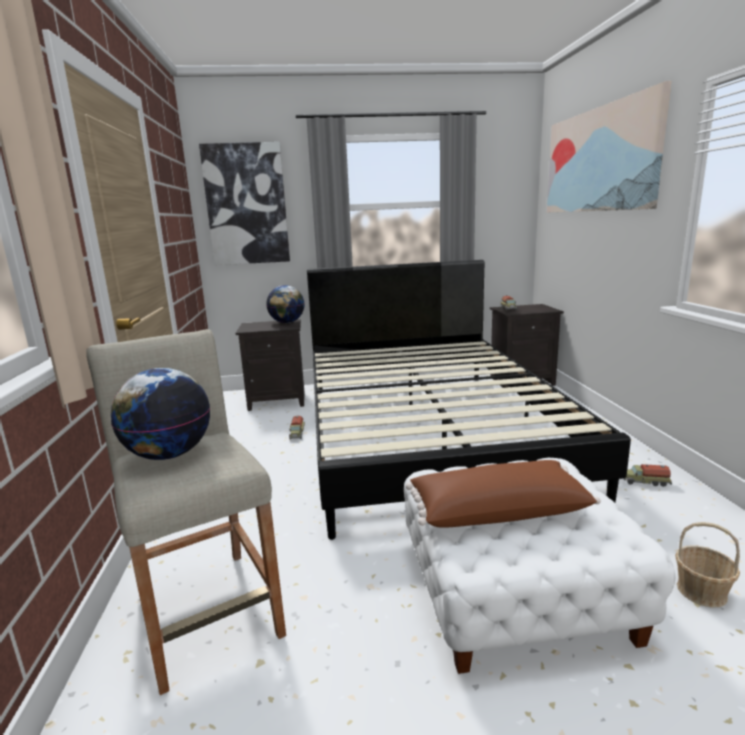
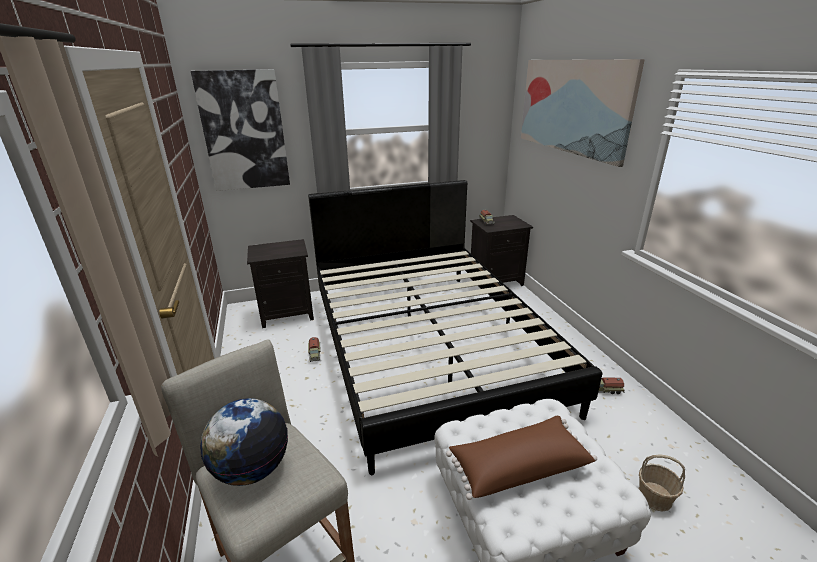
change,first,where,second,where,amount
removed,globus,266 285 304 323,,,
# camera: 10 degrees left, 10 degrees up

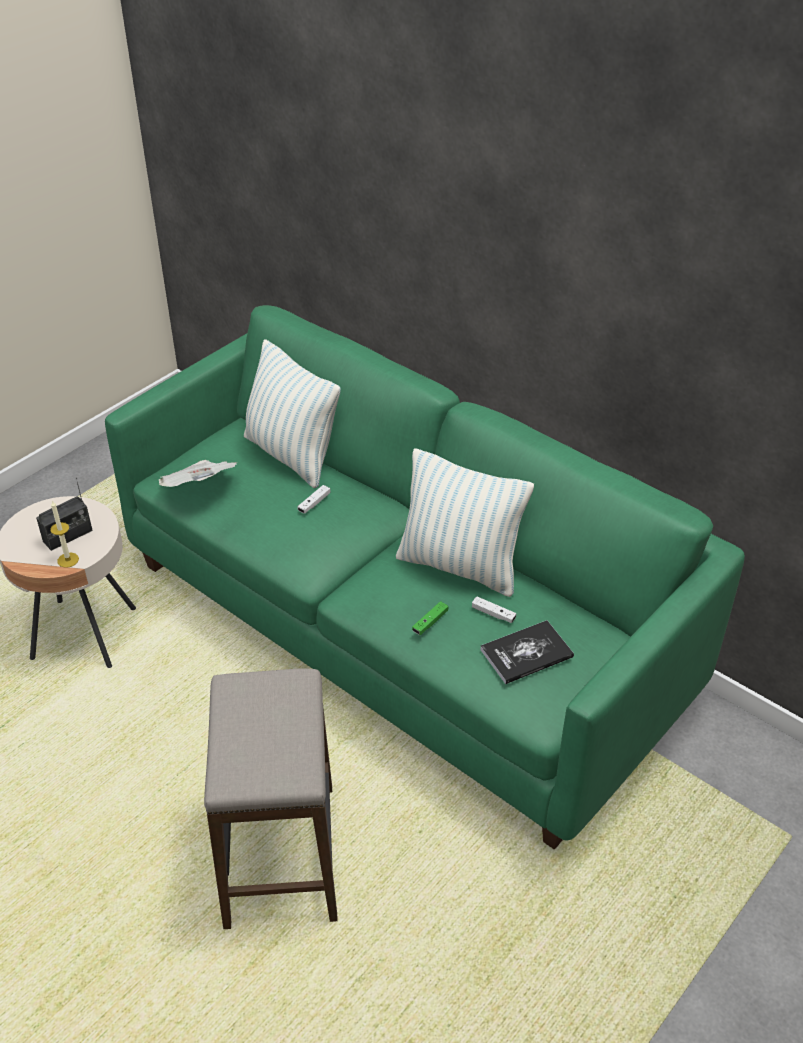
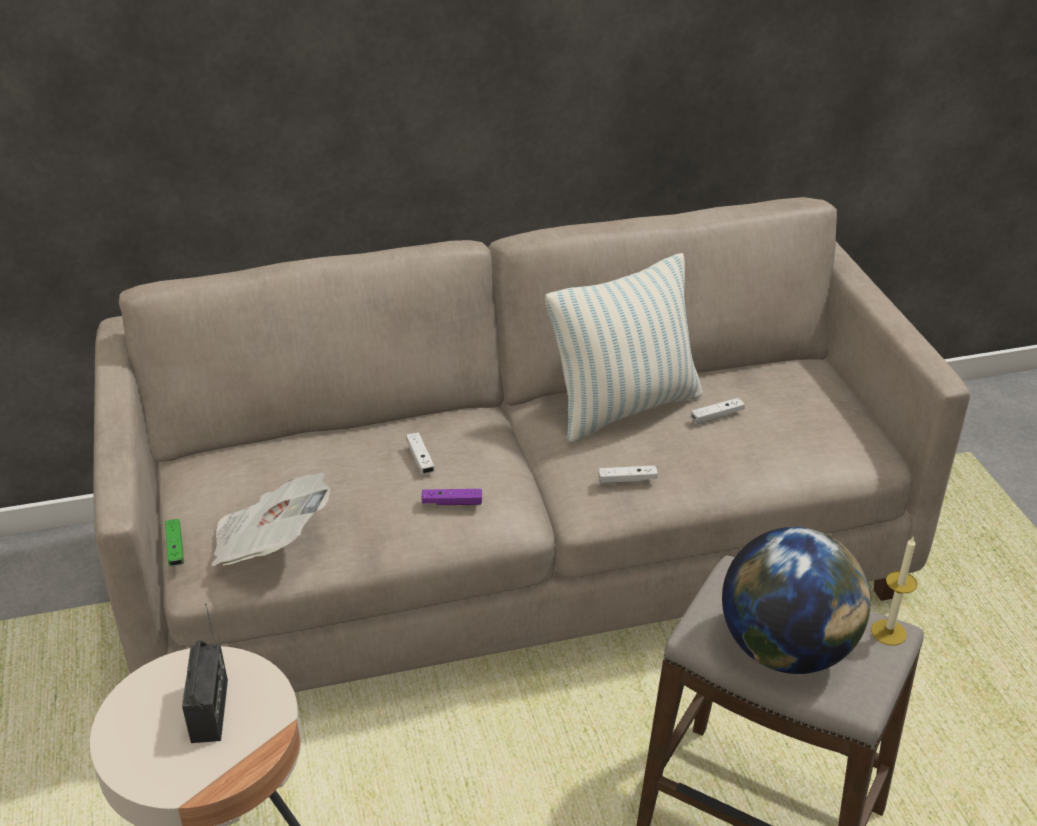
change,first,where,second,where,amount
moved,świeca,50 501 79 568,,871 537 917 646,
recoloured,kanapa/zielony,105 305 745 850,kanapa/beżowy,94 197 970 692,
removed,poduszka,244 339 341 488,,,
moved,pad do gier/zielony,412 601 448 635,,165 519 184 566,
removed,książka,480 620 574 684,,,
added,,,pad do gier/fioletowy,422 489 482 505,
added,,,pad do gier/biały,598 465 658 484,
added,,,globus,722 527 871 674,
# camera: 55 degrees left, 5 degrees down

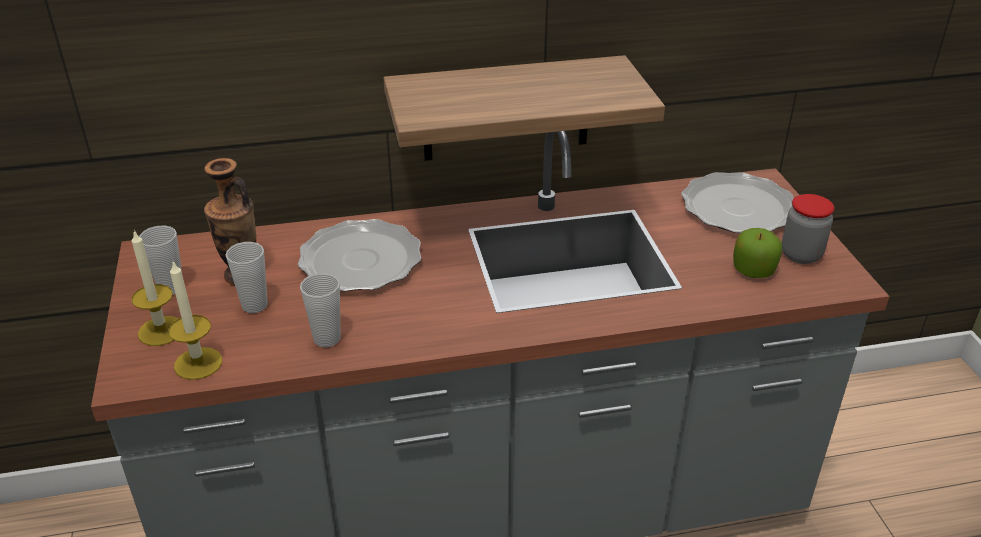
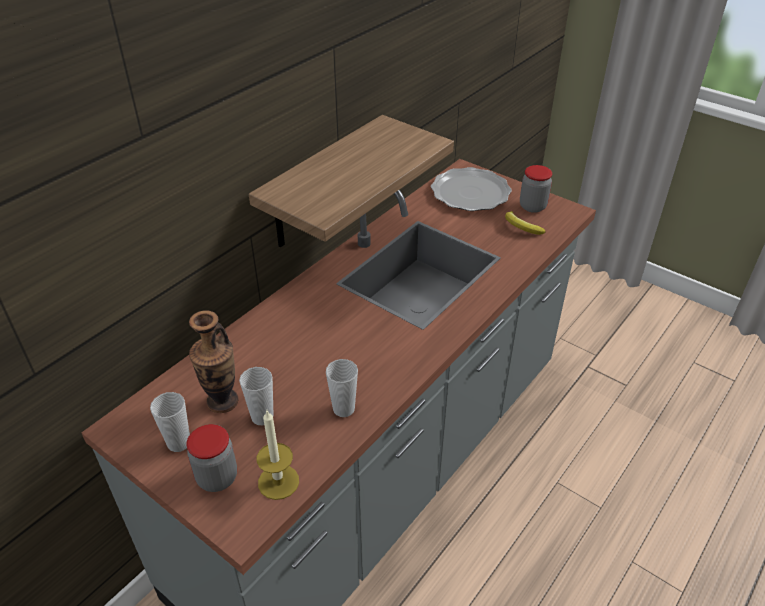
change,first,where,second,where,amount
replaced,świeca,131 230 179 346,słoik,187 424 237 492,
removed,talerz,298 219 421 291,,,
replaced,jabłko,733 228 782 278,banan,505 211 546 235,
# camera: 40 degrees left, 5 degrees up

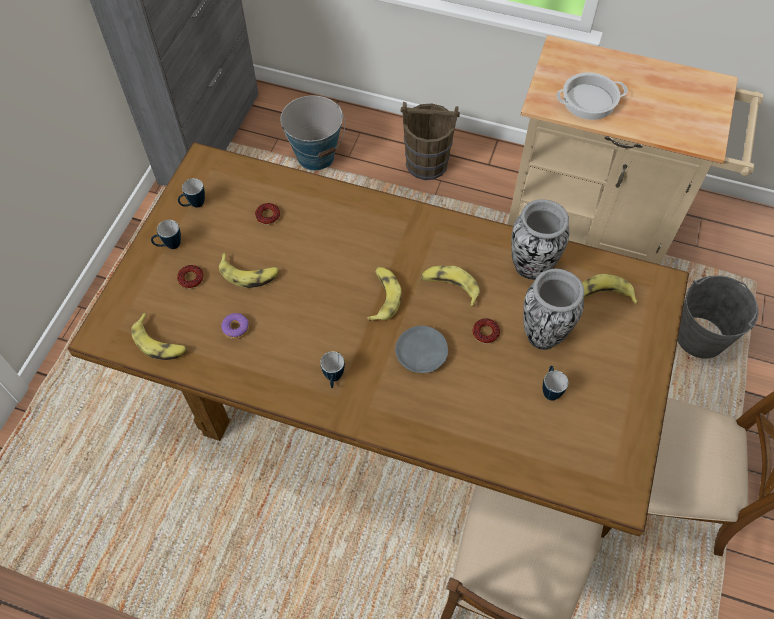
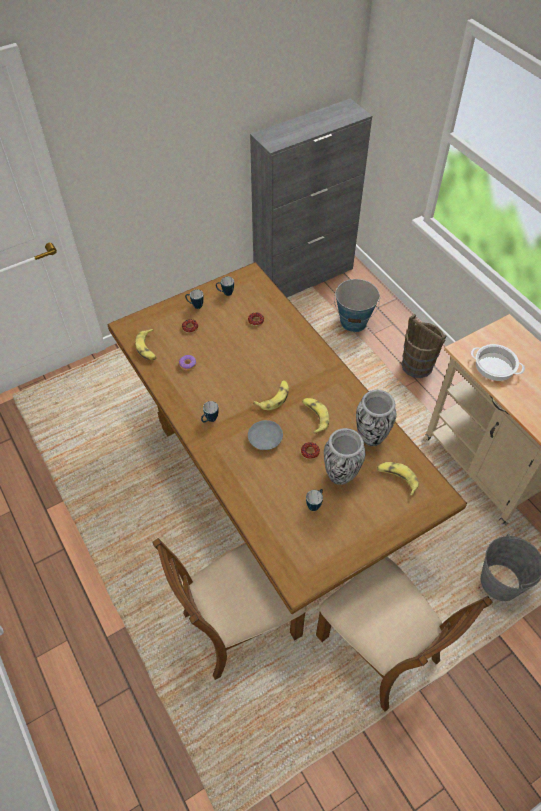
change,first,where,second,where,amount
removed,banan,219 253 279 288,,,
# camera: 40 degrees right, 5 degrees down

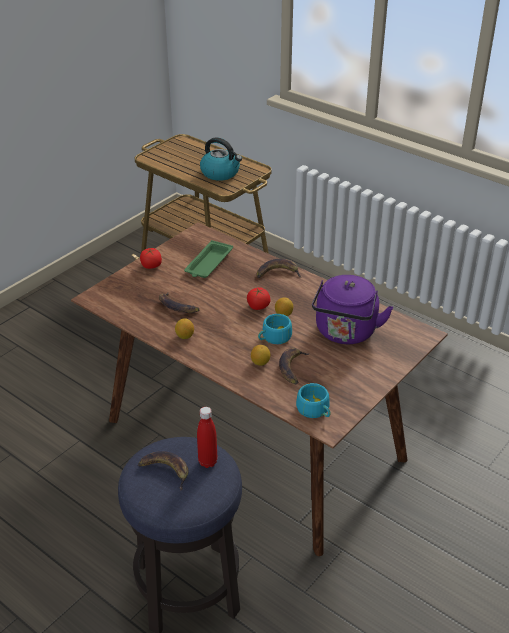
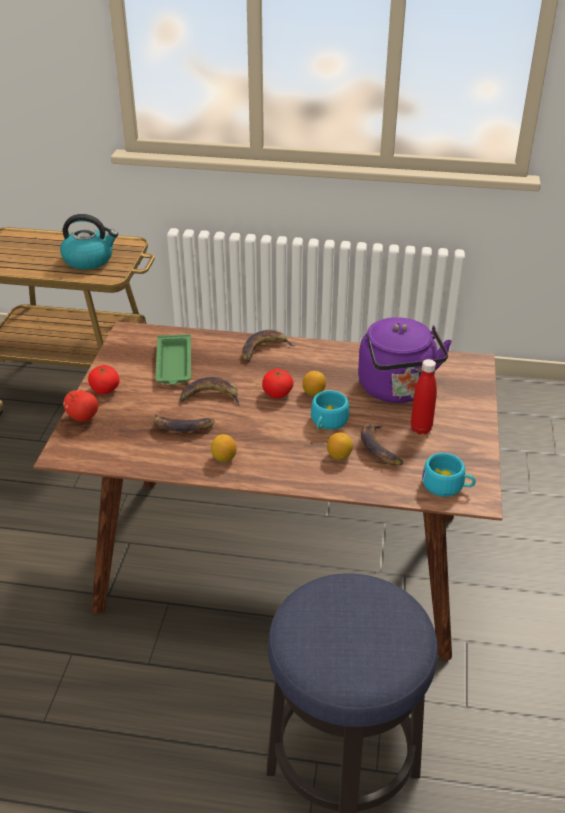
change,first,where,second,where,amount
moved,banan,138 451 189 490,,180 377 240 406,
moved,butelka/czerwony,197 407 217 468,,411 359 437 434,
added,,,jabłko,63 390 98 422,
# camera: 30 degrees left, 0 degrees up

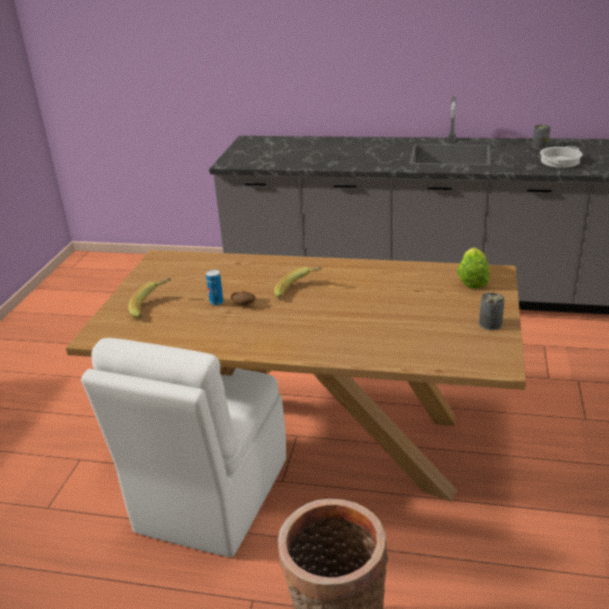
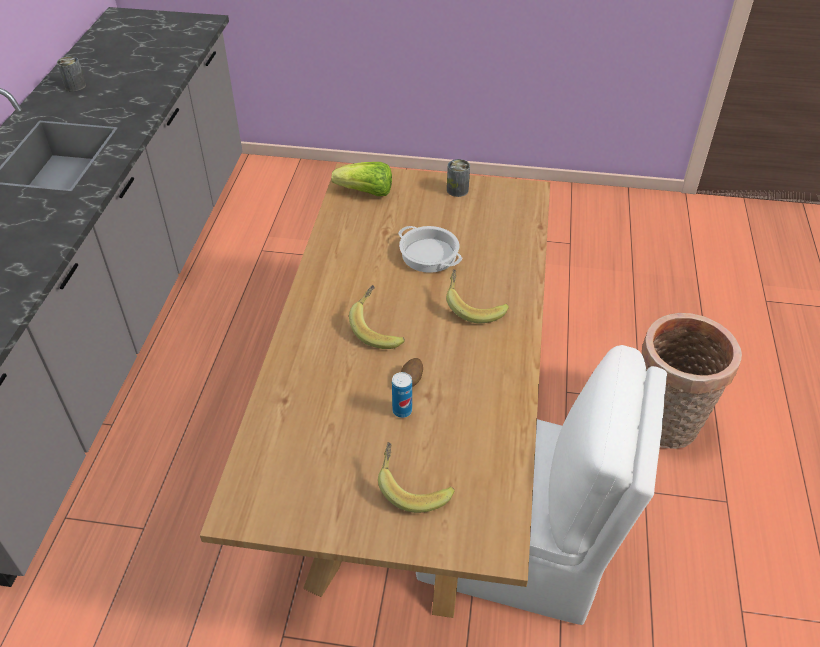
change,first,where,second,where,amount
moved,garnek,540 146 583 168,,398 226 462 273,
added,,,banan,446 269 509 323,
# camera: 95 degrees left, 15 degrees up

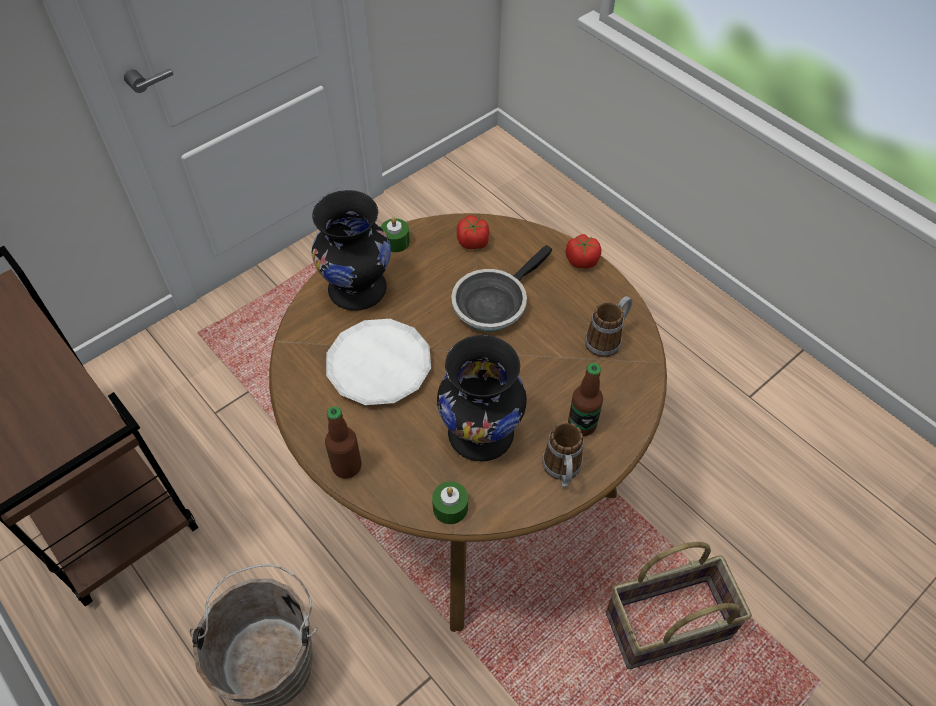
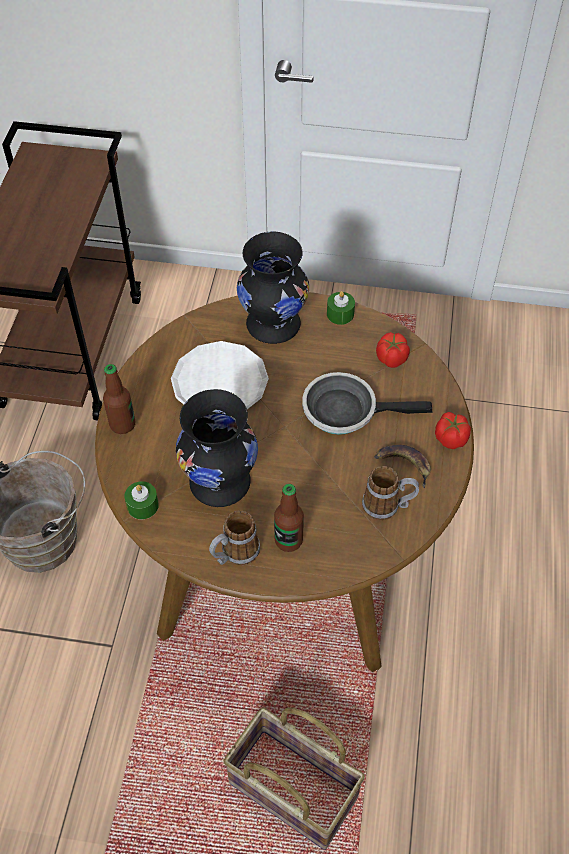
change,first,where,second,where,amount
added,,,banan,374 445 431 488,
# camera: 50 degrees right, 0 degrees up

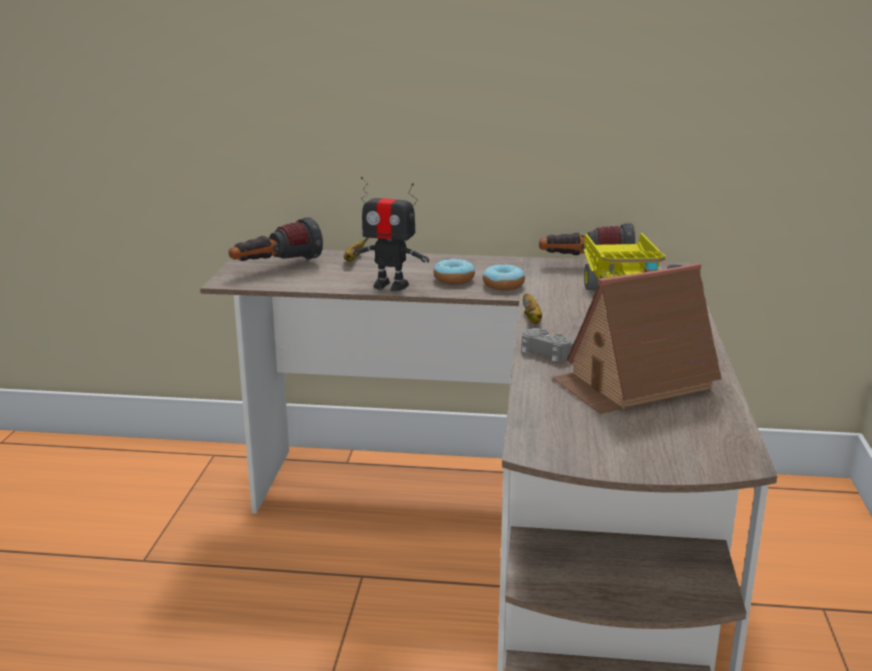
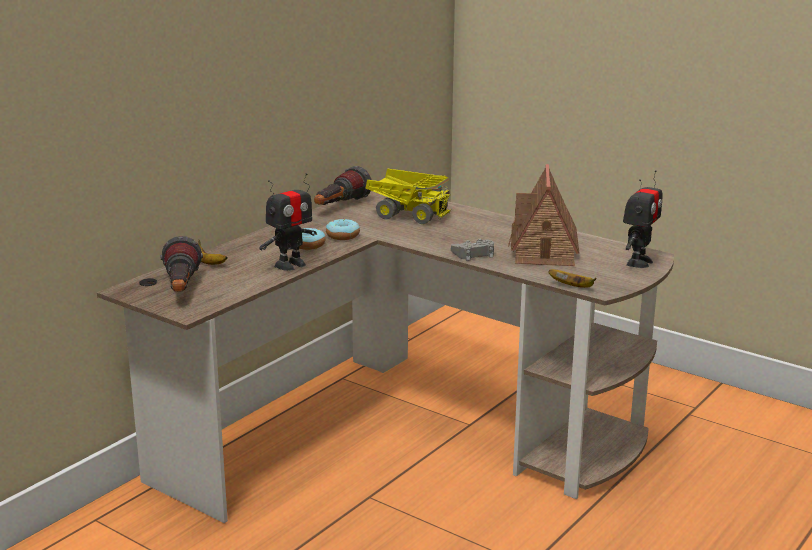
change,first,where,second,where,amount
moved,banan,523 293 542 324,,548 269 596 288,
added,,,robot zabawkowy,623 170 663 268,
# camera: 60 degrees left, 0 degrees up

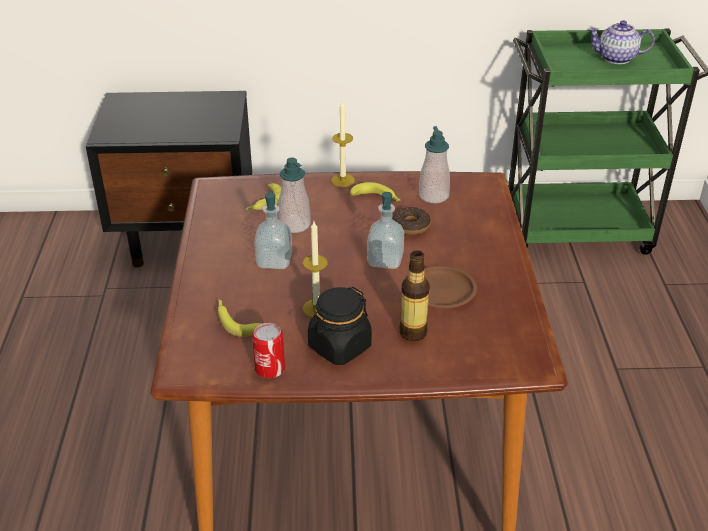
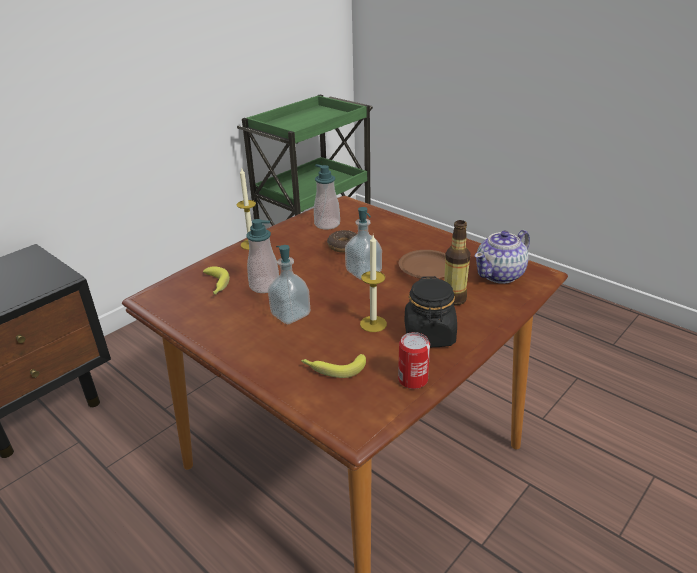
change,first,where,second,where,amount
removed,banan,350 182 400 202,,,
moved,imbryk,587 20 655 64,,475 230 530 284,
# camera: 45 degrees left, 5 degrees down

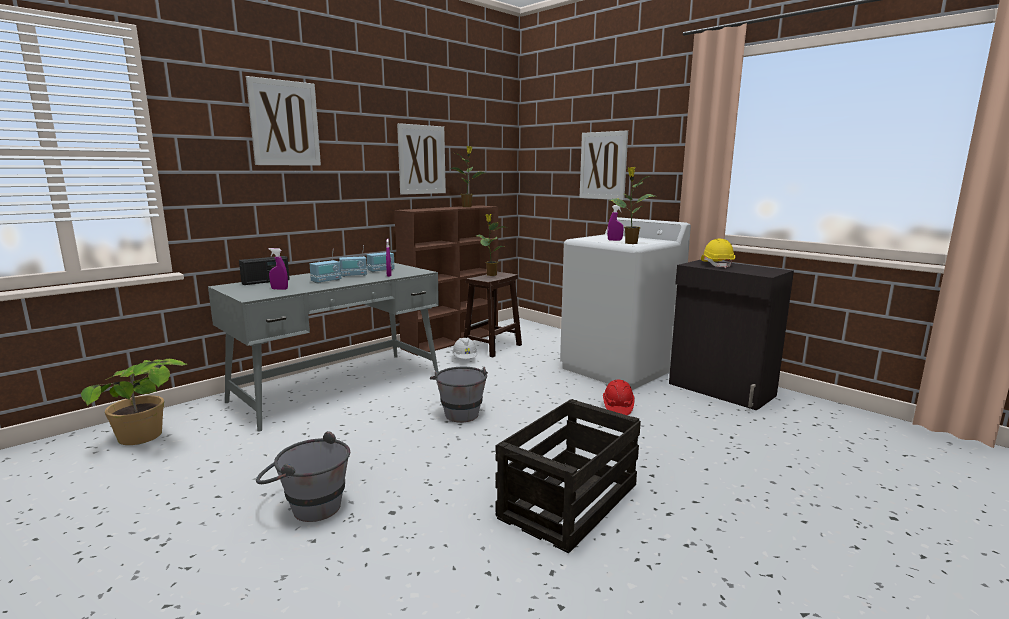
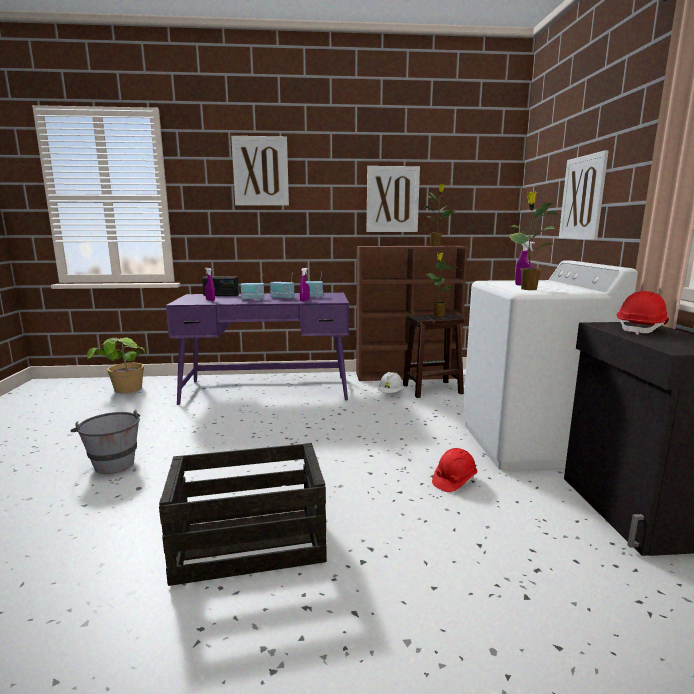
change,first,where,second,where,amount
recoloured,biurko/szary,208 263 439 432,biurko/fioletowy,166 293 349 405,
removed,wiadro/szary,430 367 488 423,,,
recoloured,kask/żółty,701 239 735 268,kask/czerwony,617 291 669 335,
# camera: 40 degrees right, 0 degrees up

